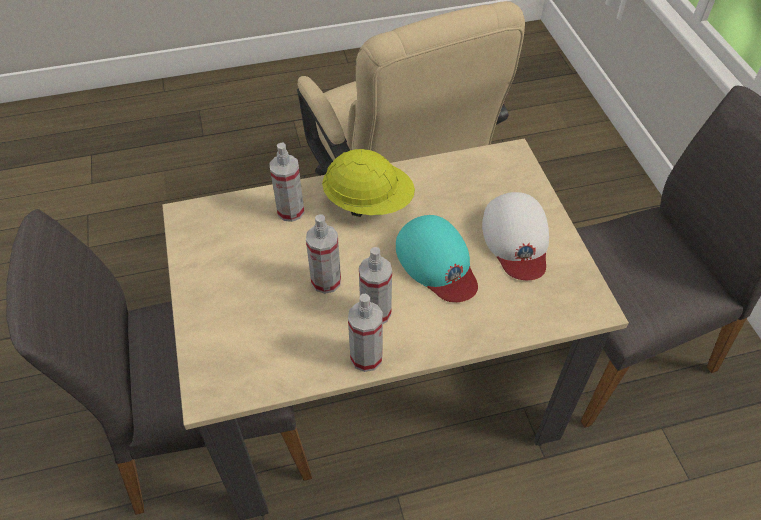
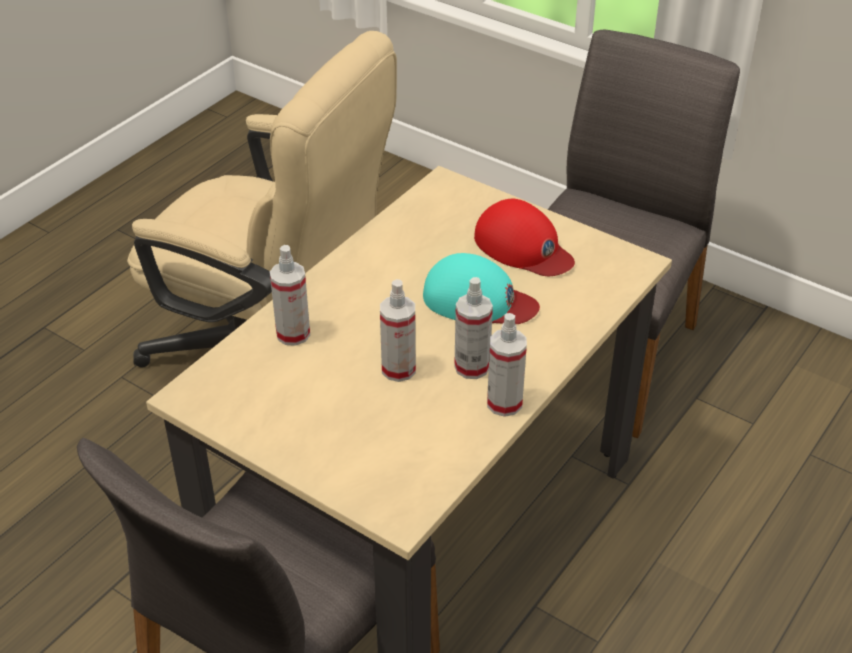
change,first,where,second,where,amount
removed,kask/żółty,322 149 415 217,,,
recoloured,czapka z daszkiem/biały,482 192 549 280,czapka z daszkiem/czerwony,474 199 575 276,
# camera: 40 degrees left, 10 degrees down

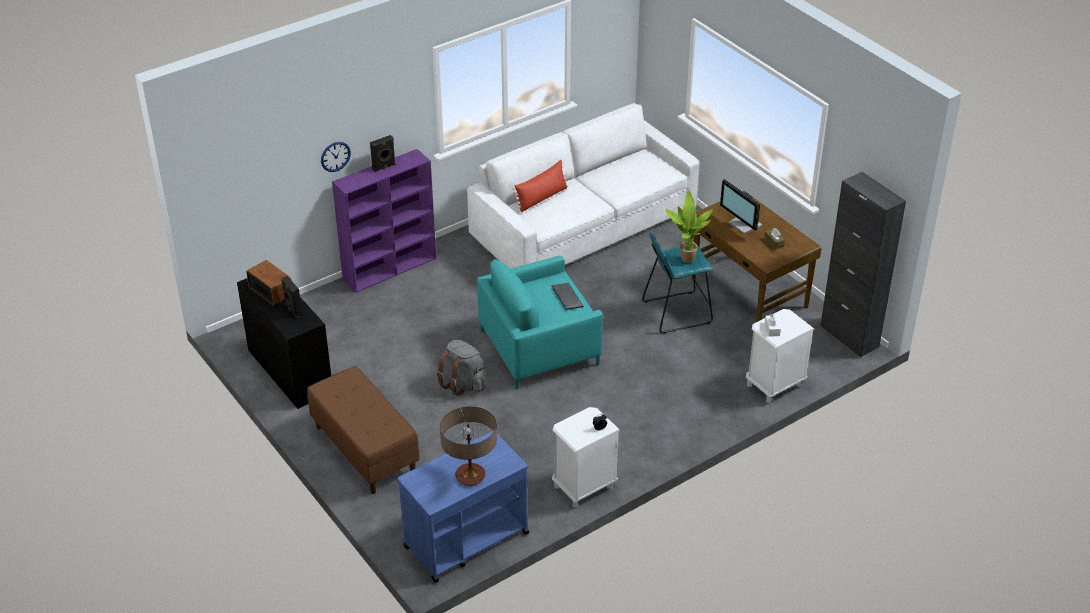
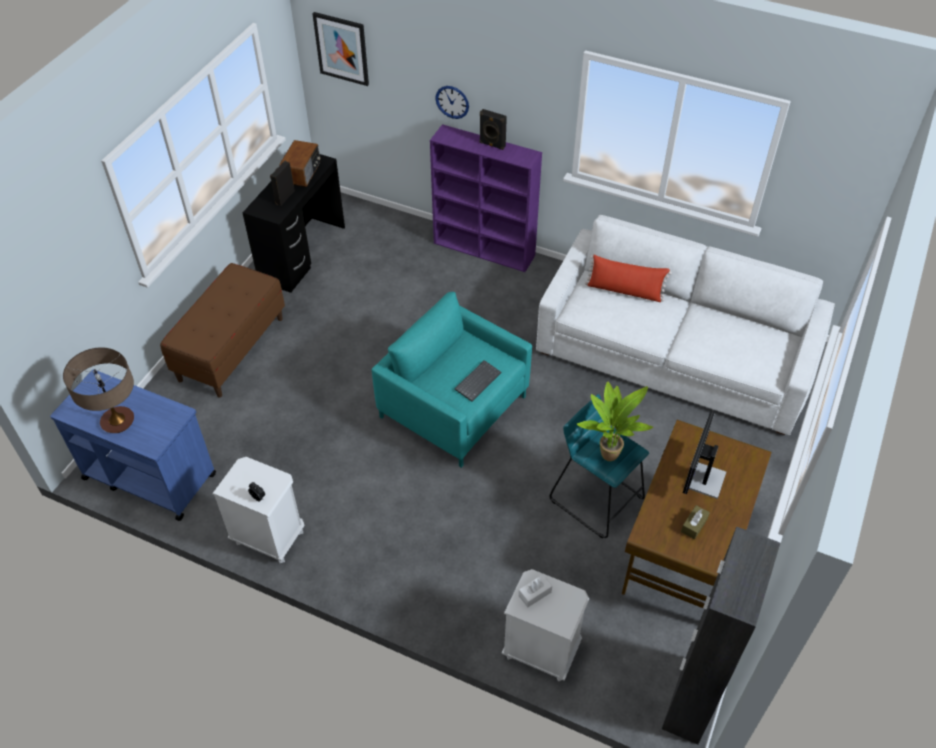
change,first,where,second,where,amount
removed,plecak/szary,437 340 488 396,,,
added,,,obraz,312 12 369 86,
# camera: 60 degrees right, 10 degrees up

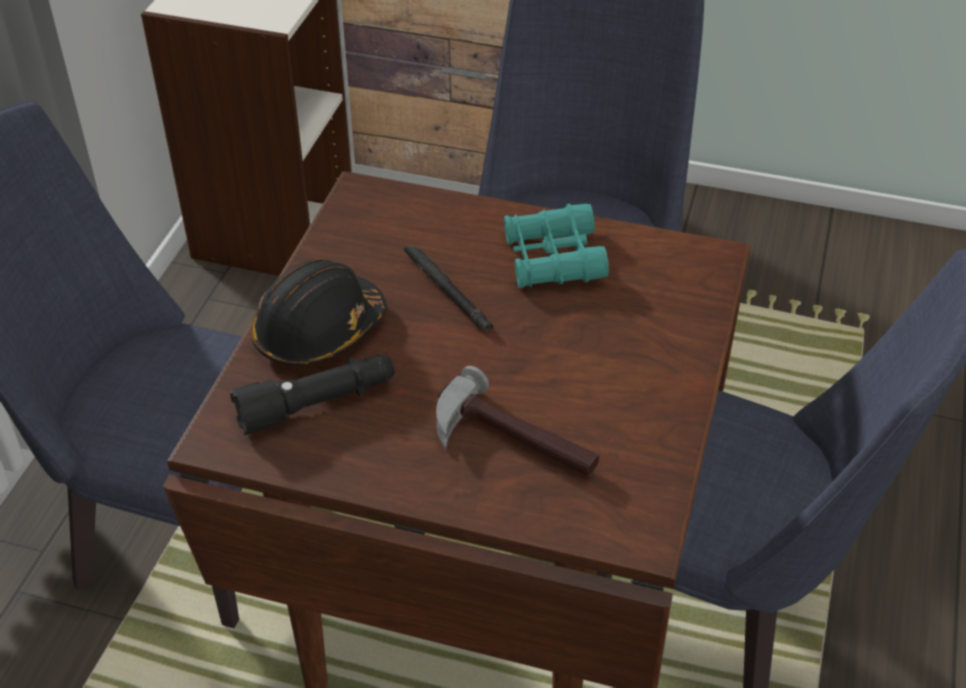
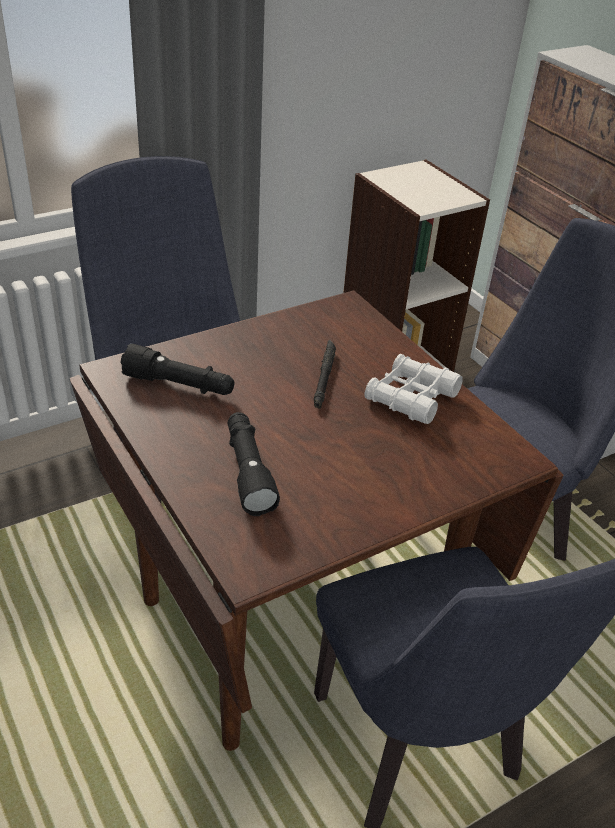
change,first,where,second,where,amount
removed,kask/czarny,250 259 387 366,,,
replaced,młotek,436 366 599 476,latarka/czarny,227 412 280 516,
recoloured,lornetka/turkusowy,504 204 609 288,lornetka/biały,364 354 463 424,
# camera: 40 degrees right, 5 degrees down

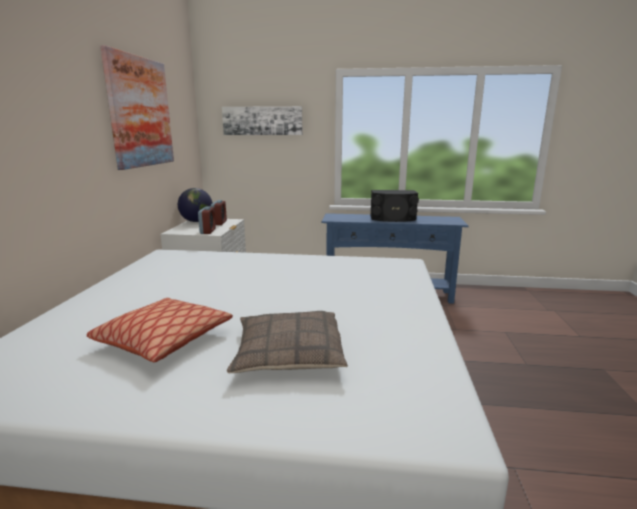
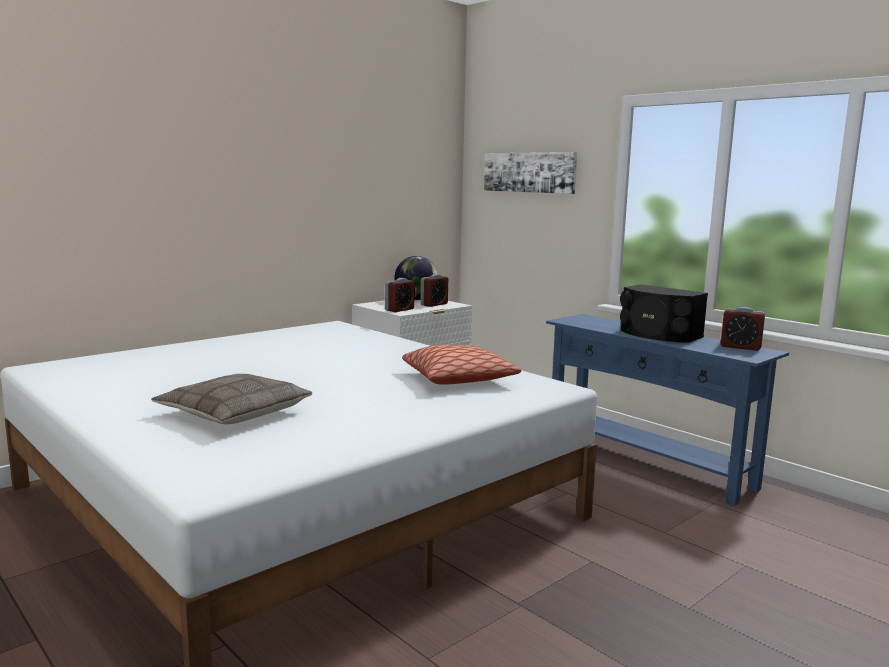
change,first,where,second,where,amount
moved,poduszka,87 298 233 362,,402 345 521 385,
removed,obraz,100 45 174 170,,,
added,,,budzik,721 307 765 351,
# camera: 40 degrees right, 5 degrees down

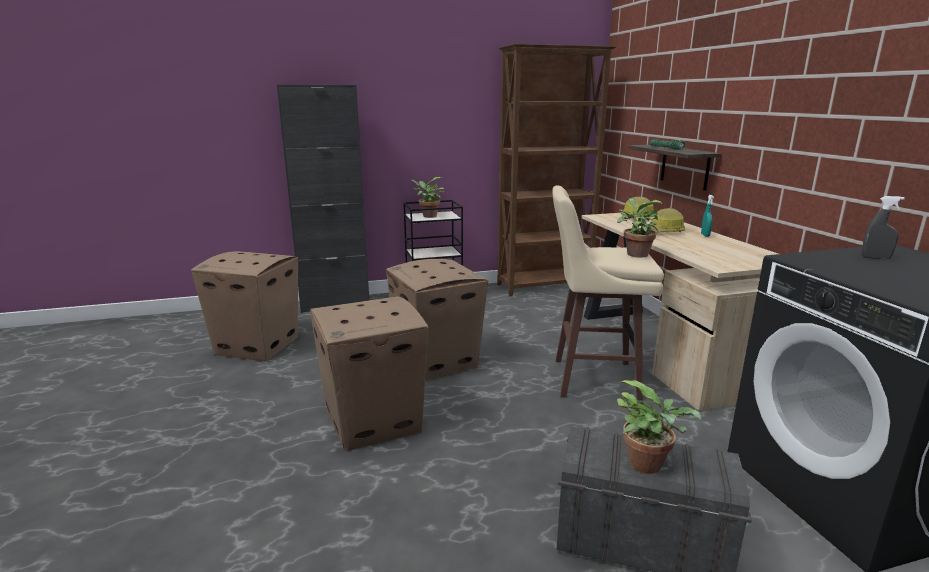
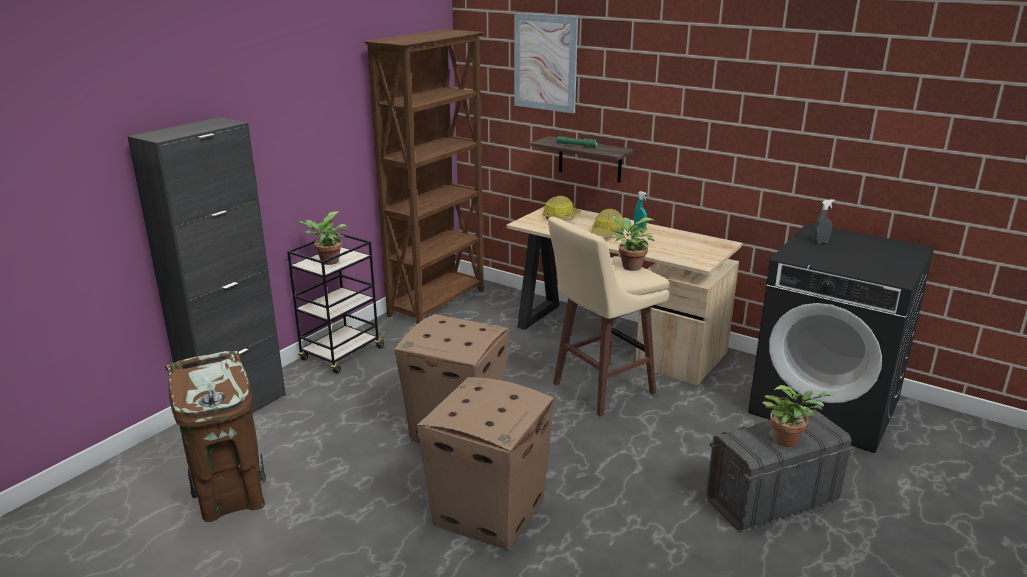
change,first,where,second,where,amount
replaced,karton,191 251 298 361,kosz na śmieci/brązowy,165 351 266 522,
added,,,obraz,514 13 578 114,
# camera: 40 degrees left, 5 degrees up

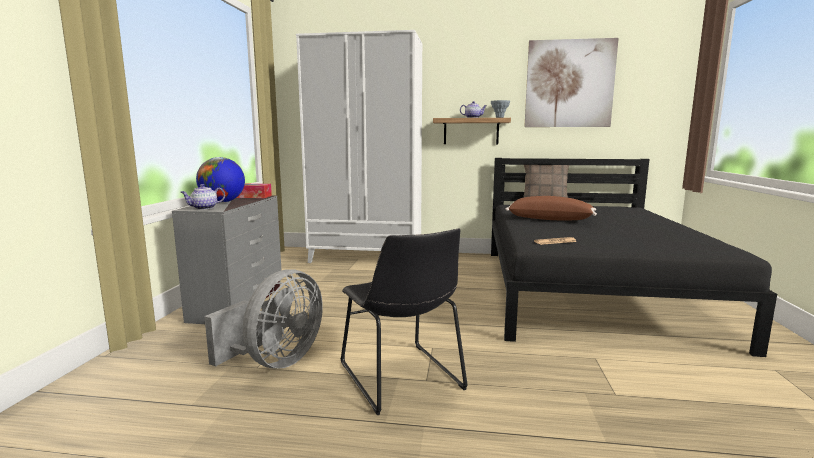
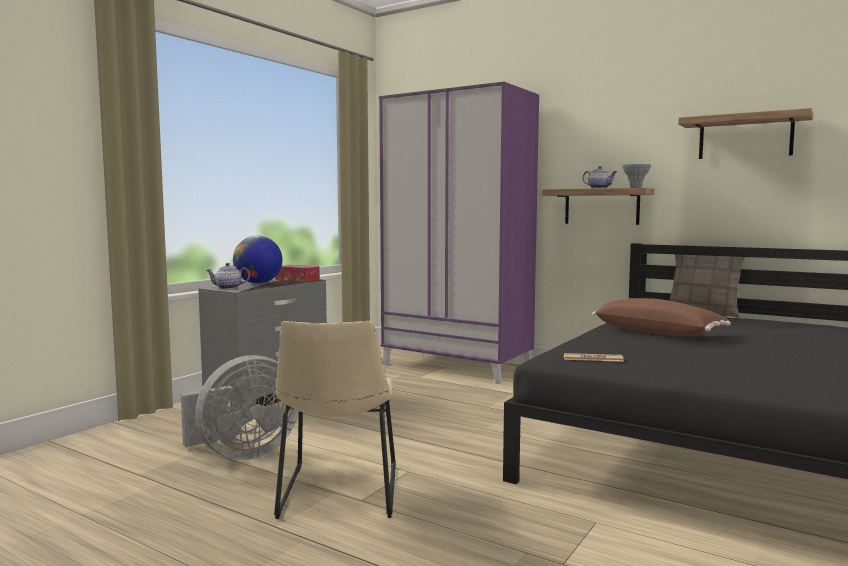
change,first,where,second,where,amount
recoloured,szafa/biały,296 30 422 263,szafa/fioletowy,379 82 539 384,
recoloured,krzesło/czarny,341 228 468 415,krzesło/beżowy,274 321 396 519,
replaced,obraz,524 38 619 127,półka,678 108 813 159,
# camera: 25 degrees right, 5 degrees down

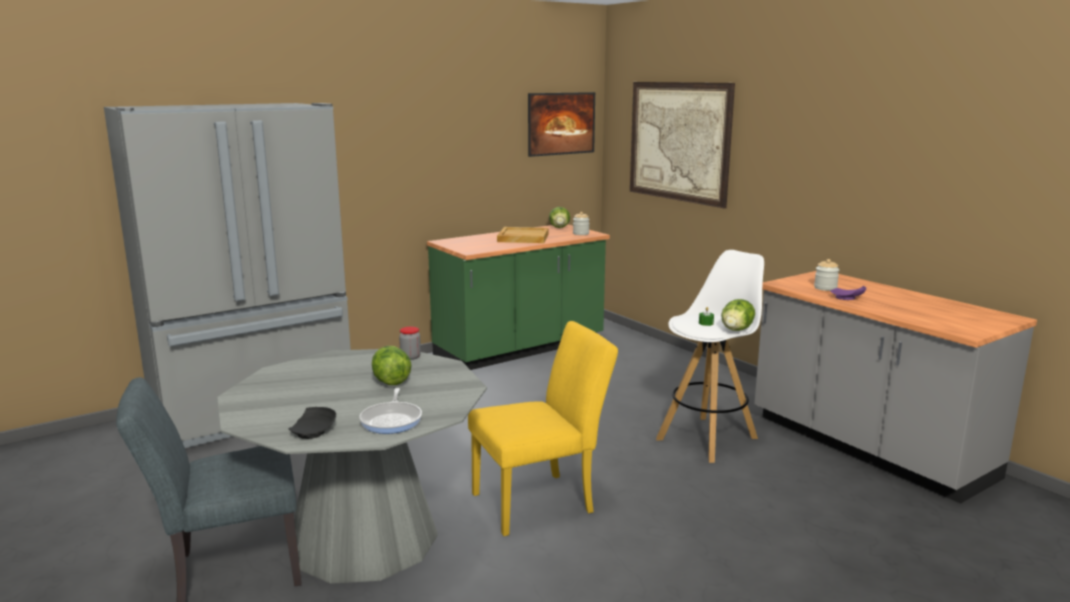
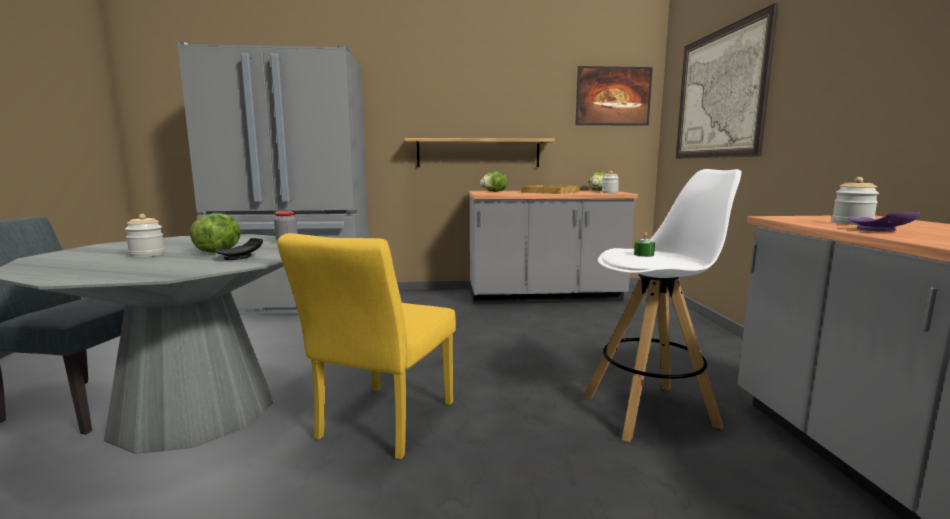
change,first,where,second,where,amount
moved,talerz/czarny,289 407 336 439,,216 238 263 260,
removed,patelnia,359 388 422 434,,,
recoloured,zabudowa kuchenna/zielony,427 224 610 370,zabudowa kuchenna/szary,469 190 638 305,
turned,krzesło/żółty,468 321 618 536,,277 233 456 459,105 degrees clockwise
moved,sałata,721 299 755 331,,480 171 508 192,
added,,,słoik,125 214 165 257,
added,,,półka,405 138 555 167,
# camera: 30 degrees right, 5 degrees down

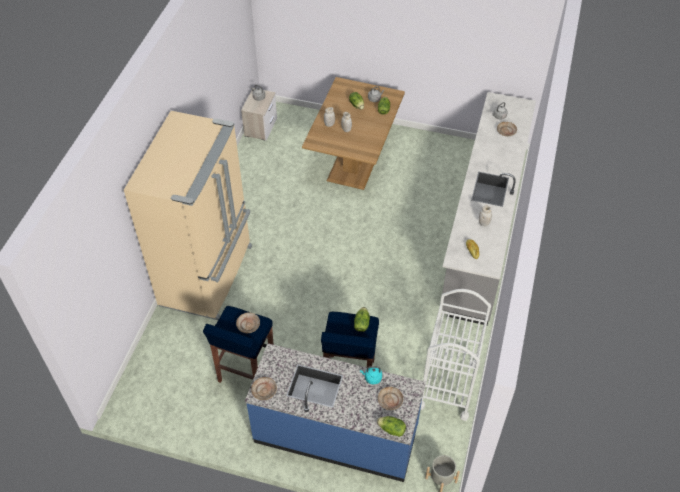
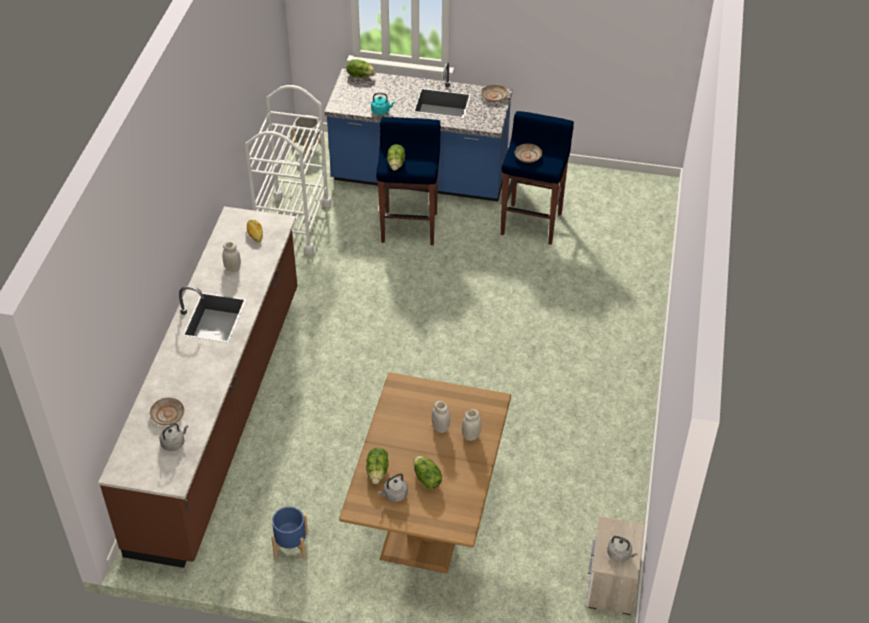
change,first,where,second,where,amount
removed,lodówka/beżowy,124 111 252 320,,,
removed,talerz/beżowy,378 387 403 410,,,
recoloured,zabudowa kuchenna/szary,442 92 536 325,zabudowa kuchenna/brązowy,98 206 298 568,
added,,,donica/niebieski,271 506 308 559,
# camera: 175 degrees right, 5 degrees down

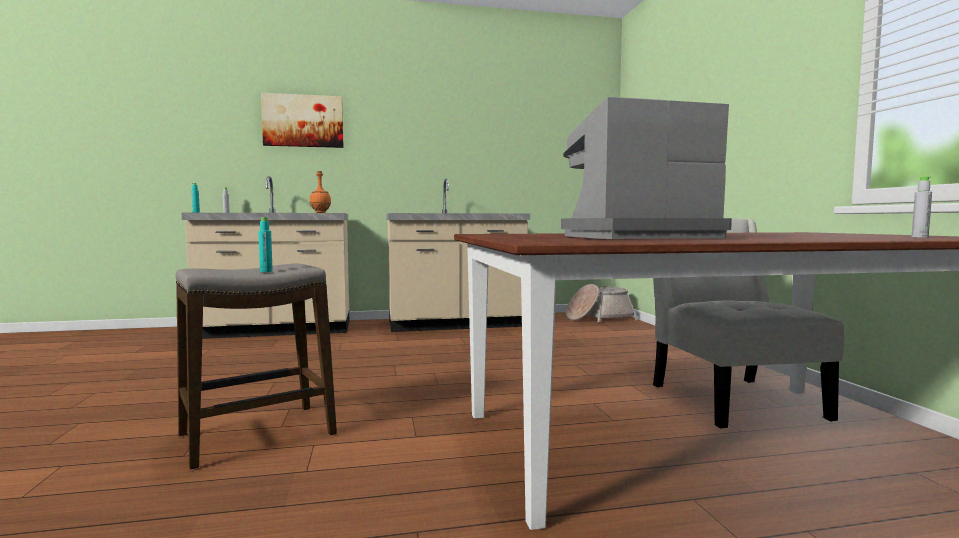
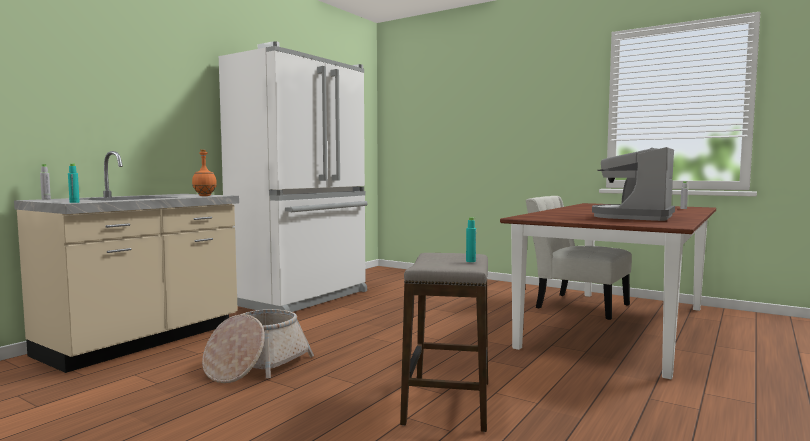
change,first,where,second,where,amount
removed,obraz,261 93 343 148,,,
replaced,zabudowa kuchenna/beżowy,386 179 530 332,lodówka/biały,219 41 368 312,
moved,koszyk,566 284 638 323,,202 309 314 383,
# camera: 45 degrees left, 0 degrees up

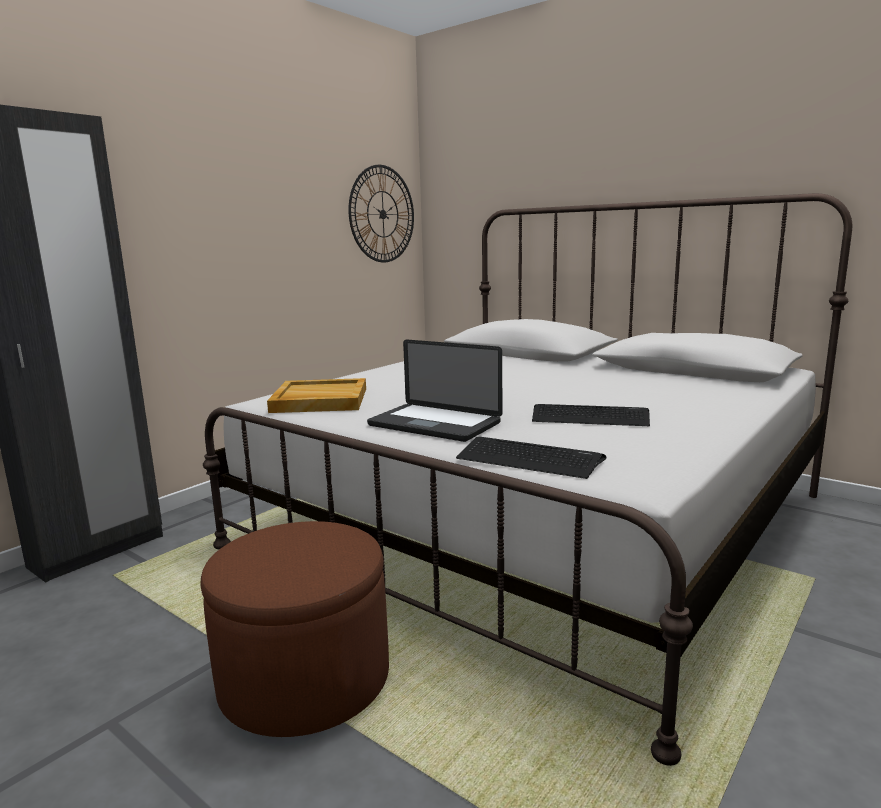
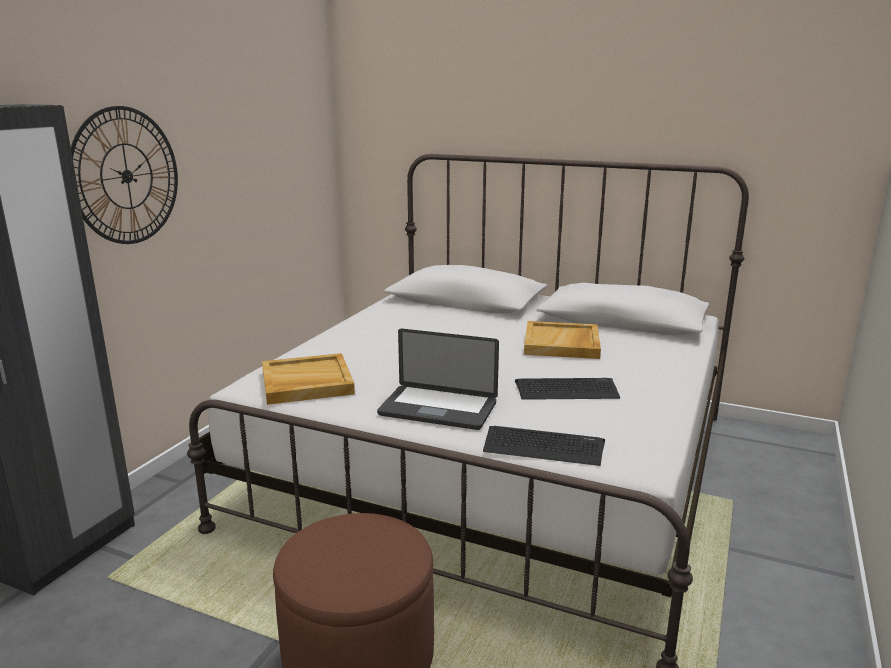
change,first,where,second,where,amount
moved,zegar ścienny,348 165 414 262,,71 106 178 244,
added,,,taca/beżowy,524 321 601 359,
# camera: 15 degrees left, 5 degrees up

